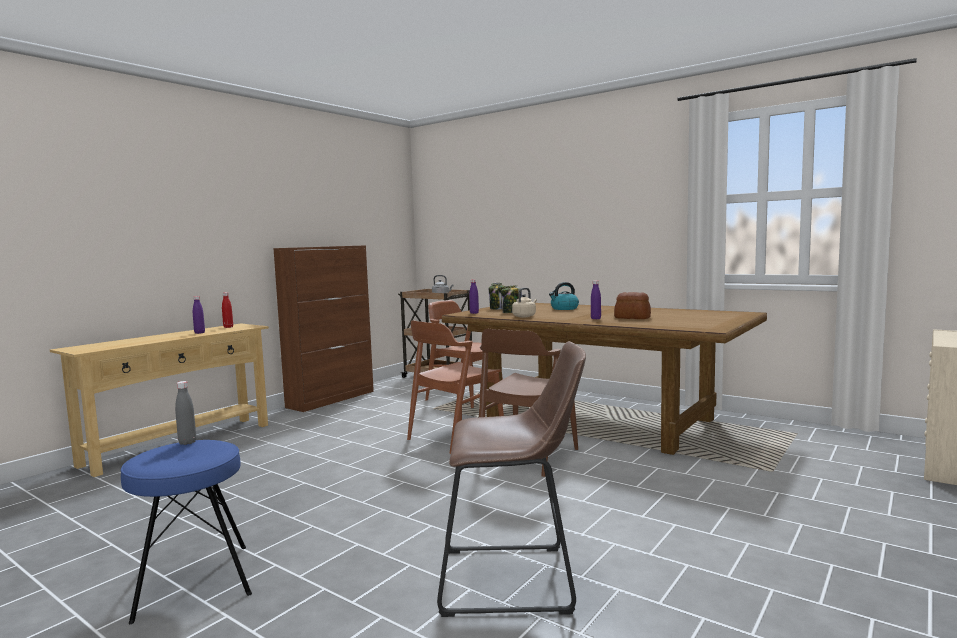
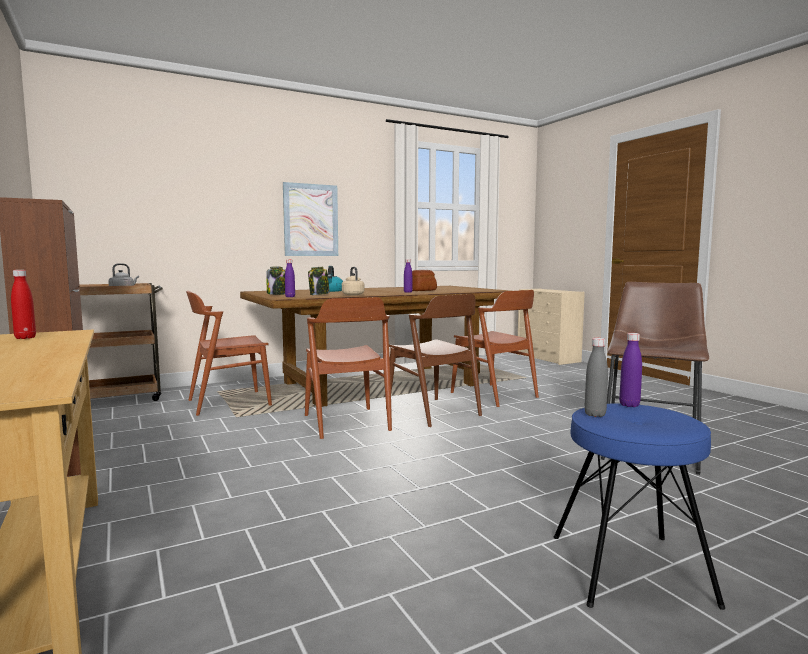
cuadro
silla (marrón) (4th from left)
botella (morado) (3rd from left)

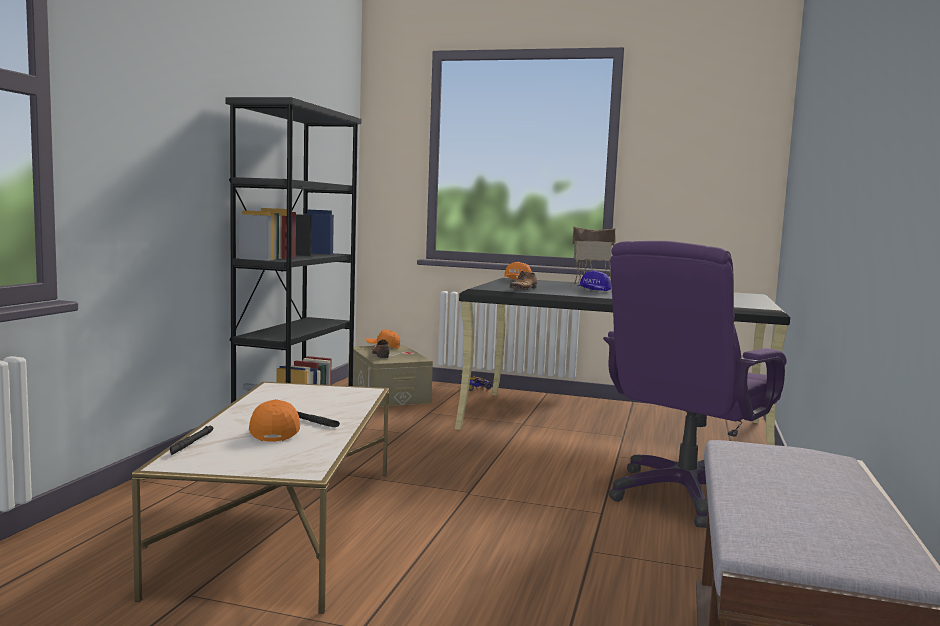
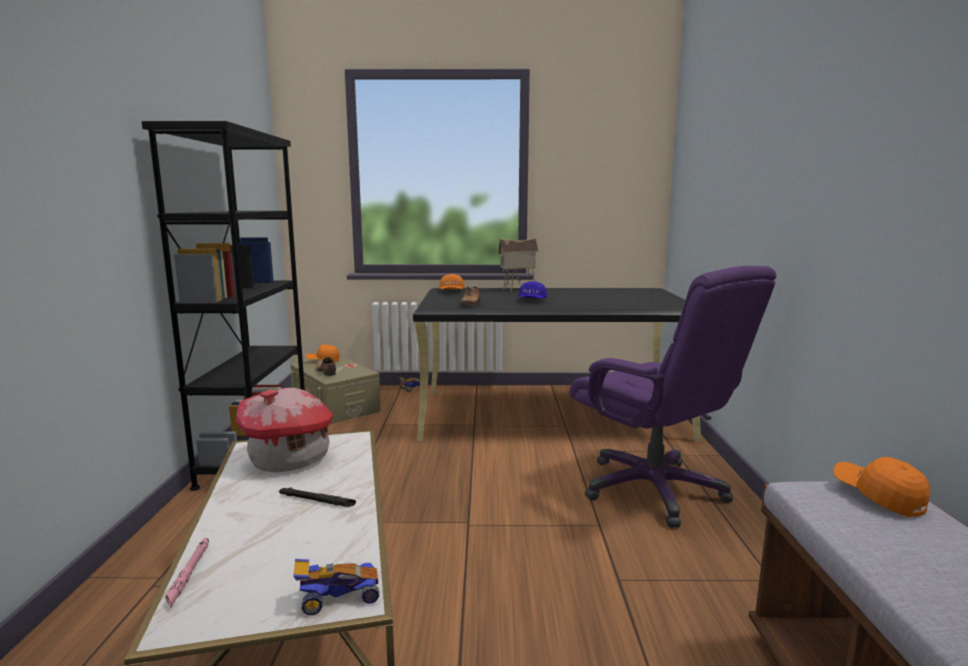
casita (1st from left)
coche de juguete (1st from left)
gorra (naranja) (3rd from left)
linterna (rosa)
silla de oficina (morado)

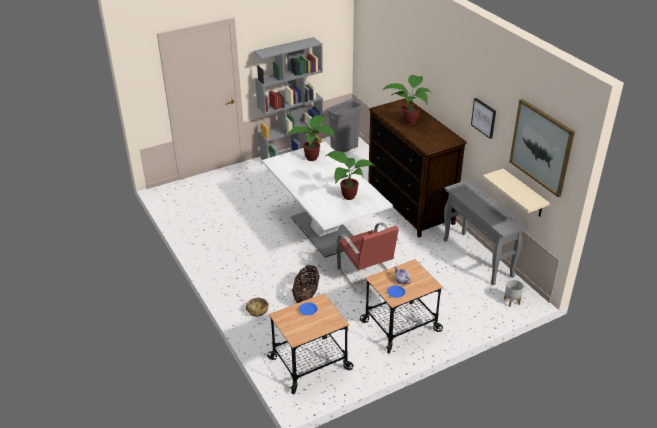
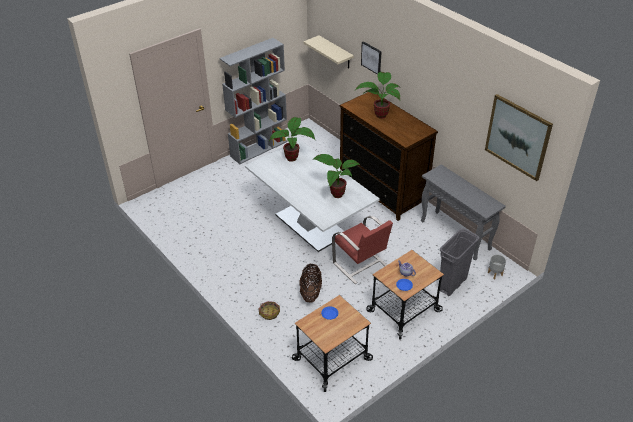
papelera (gris)
cuadro (1st from left)
estante (beis)

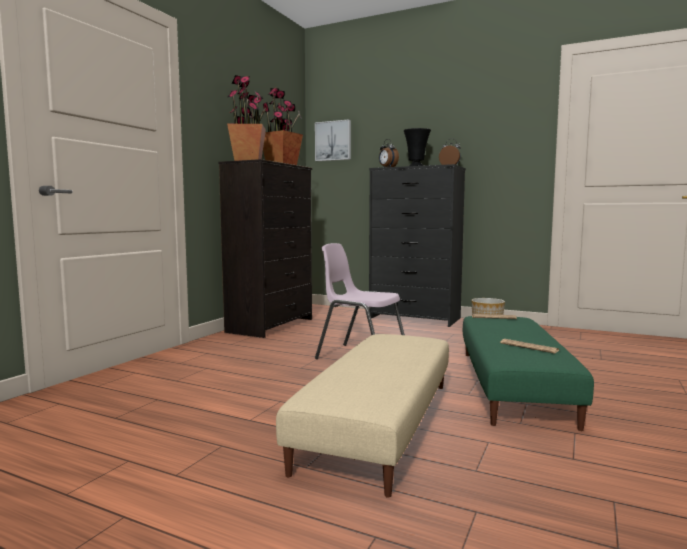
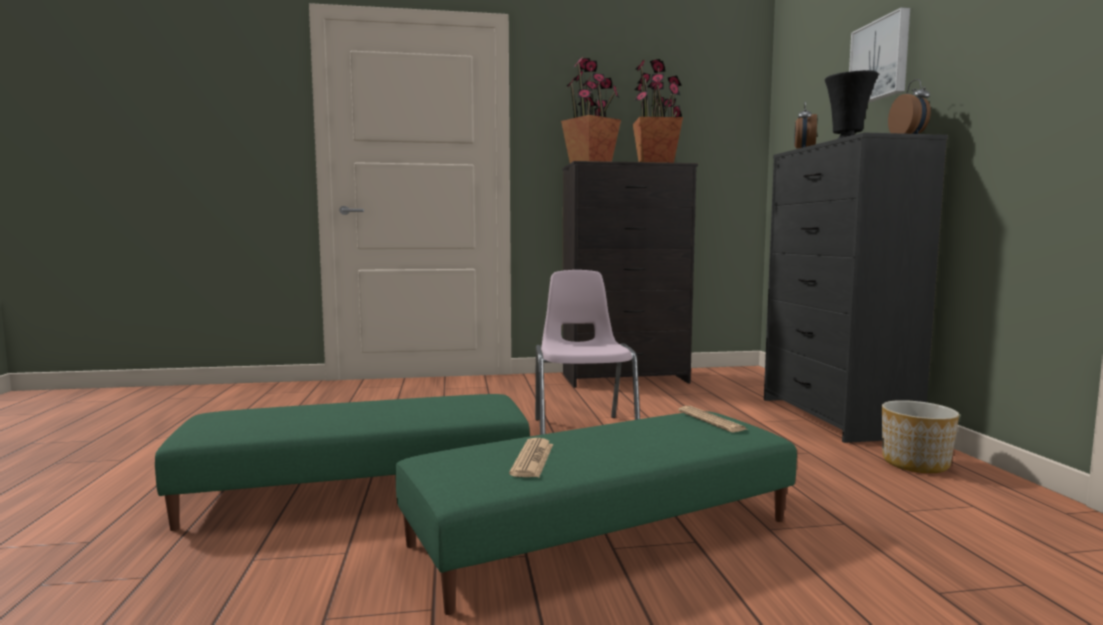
cuadro
puf (verde) (1st from left)

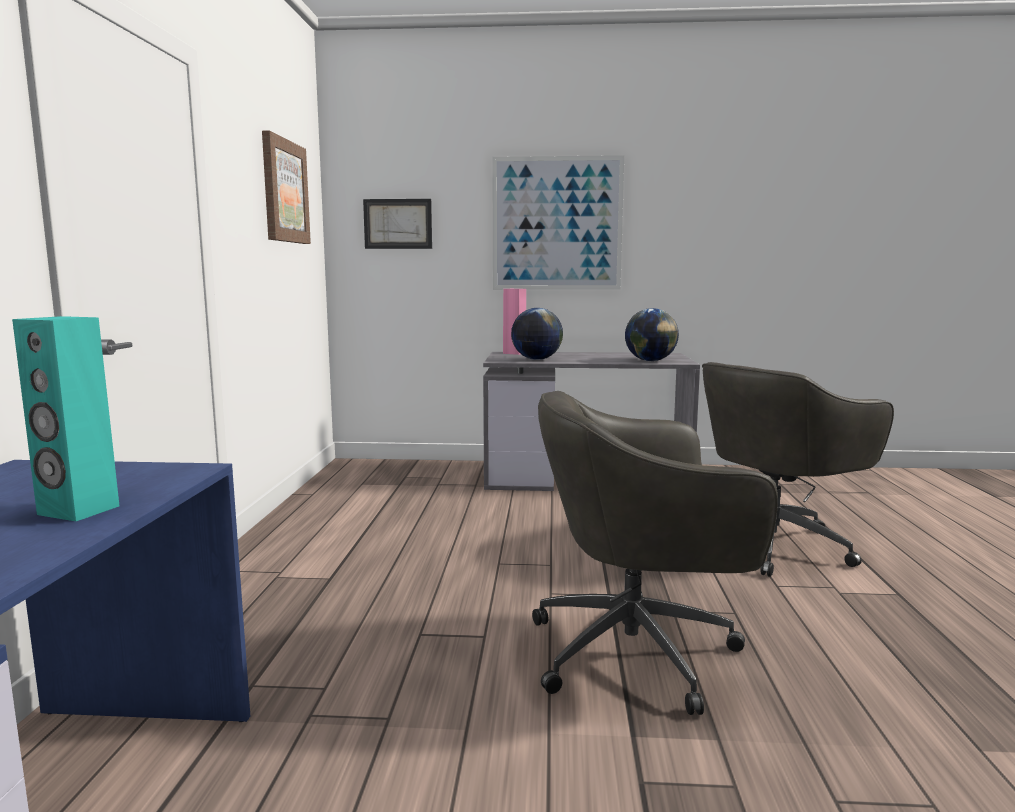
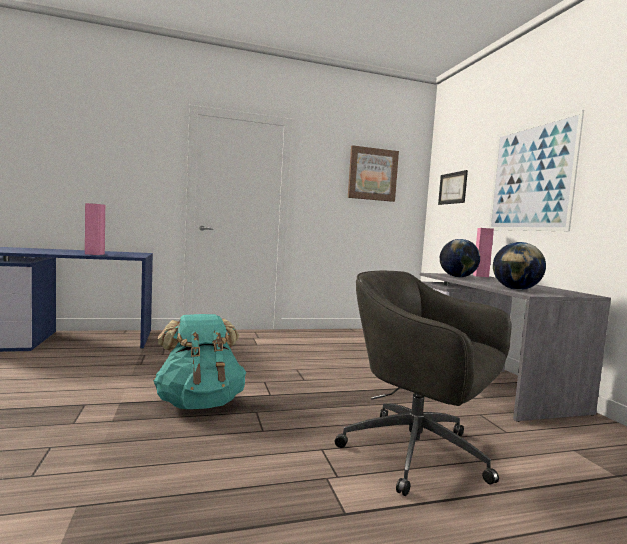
mochila (turquesa)
altavoz (rosa) (1st from left)

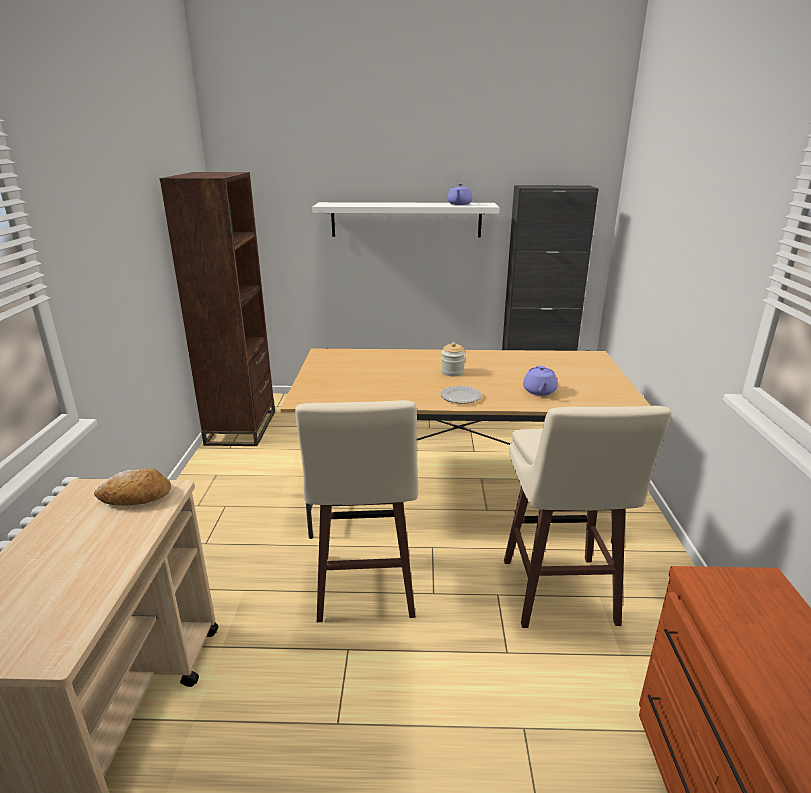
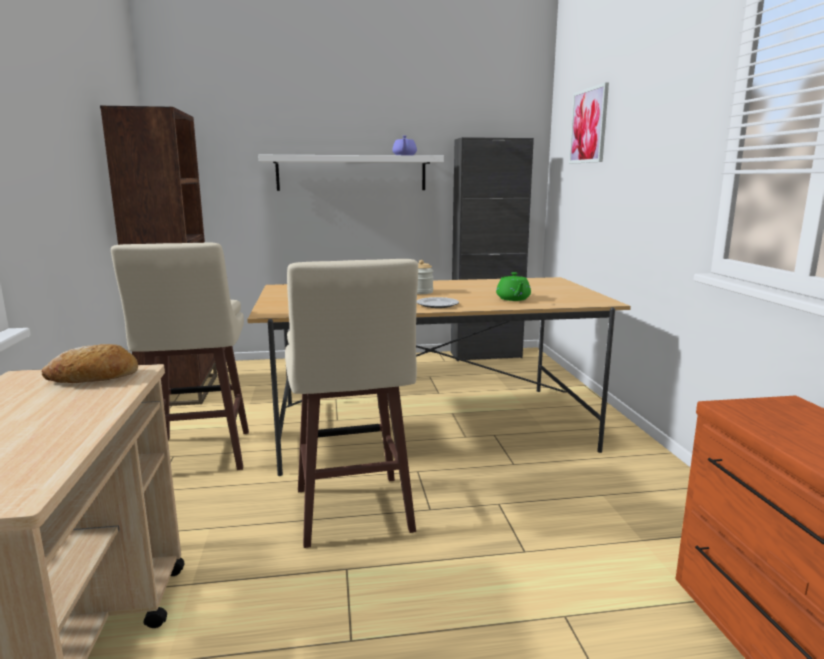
cuadro
taburete (beis) (1st from left)
tetera (verde)

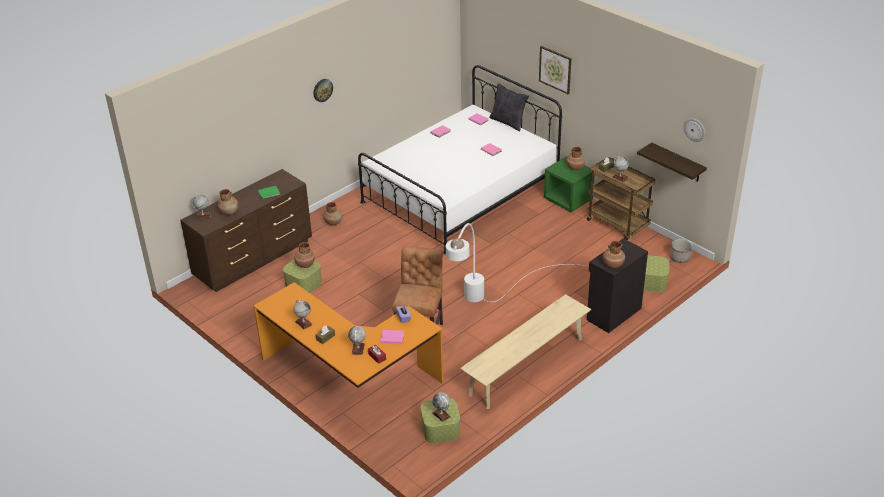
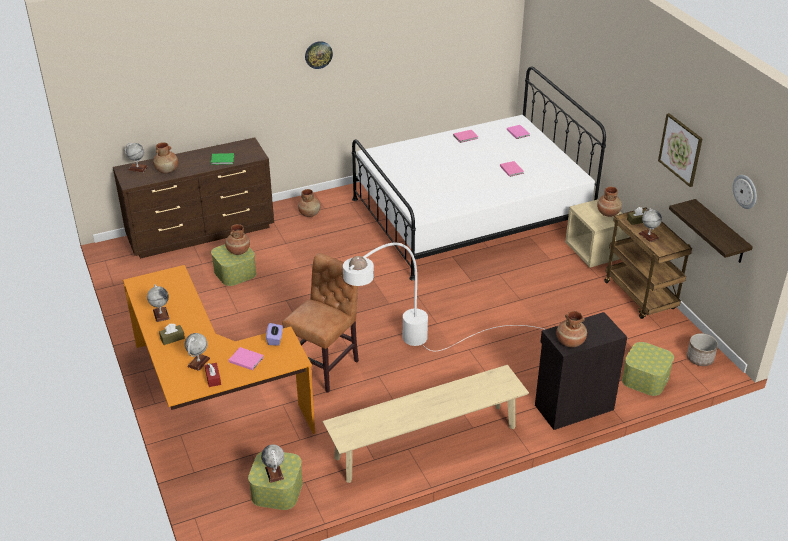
cojín (negro)
cuadro
mesita de noche (beis)

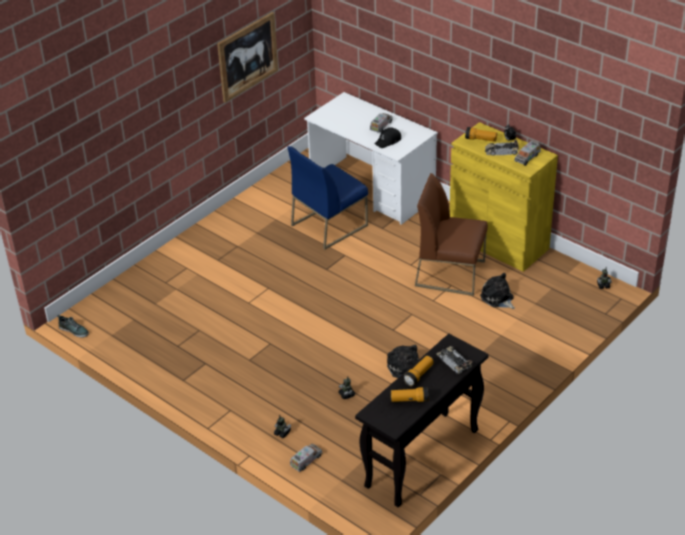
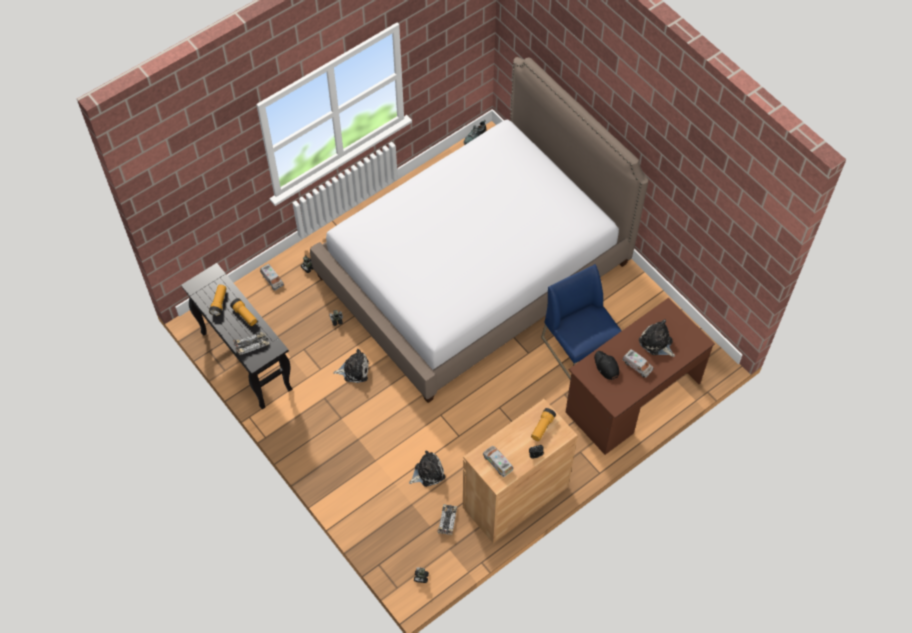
cuadro
silla (marrón)
cama
peluche (3rd from left)
coche de juguete (2nd from left)
escritorio (marrón)
armario (marrón)

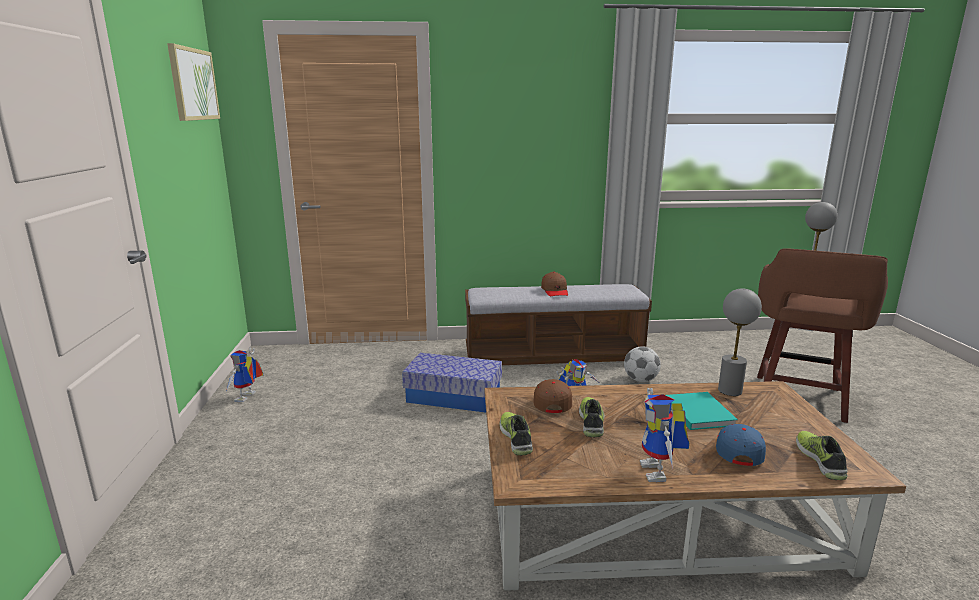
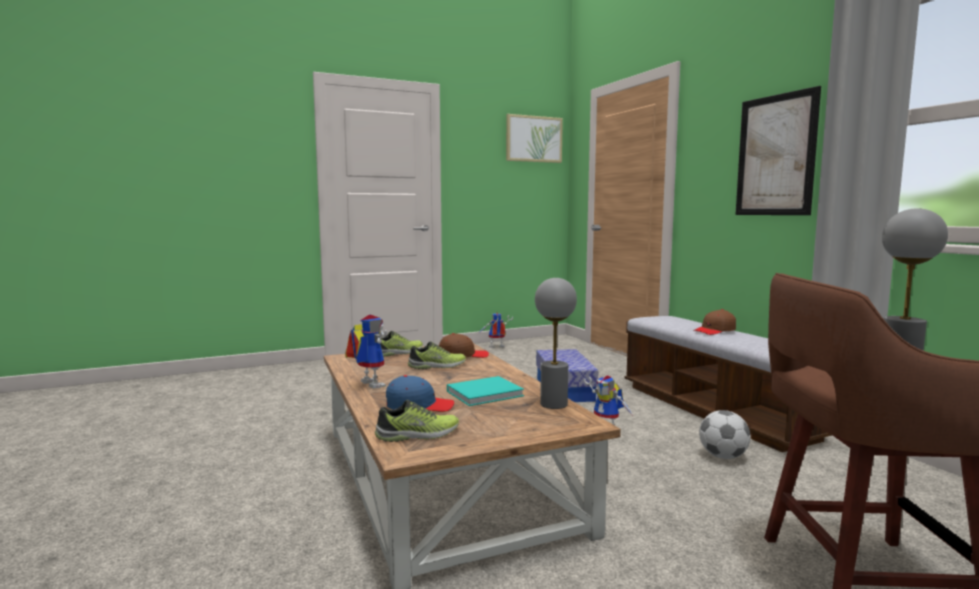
cuadro (2nd from left)
robot de juguete (1st from left)

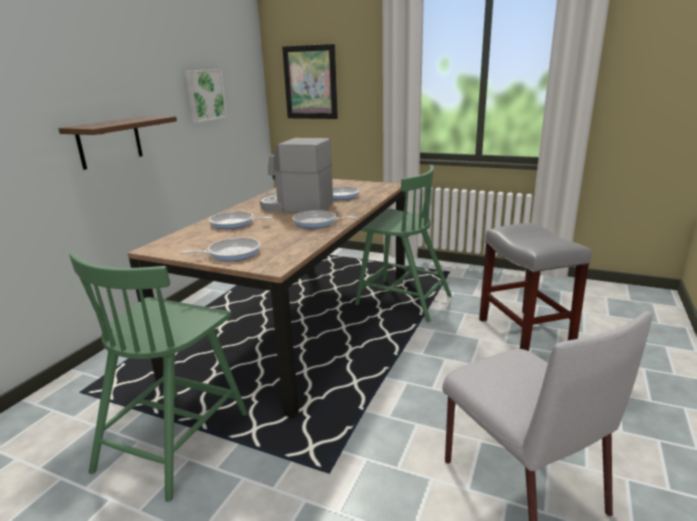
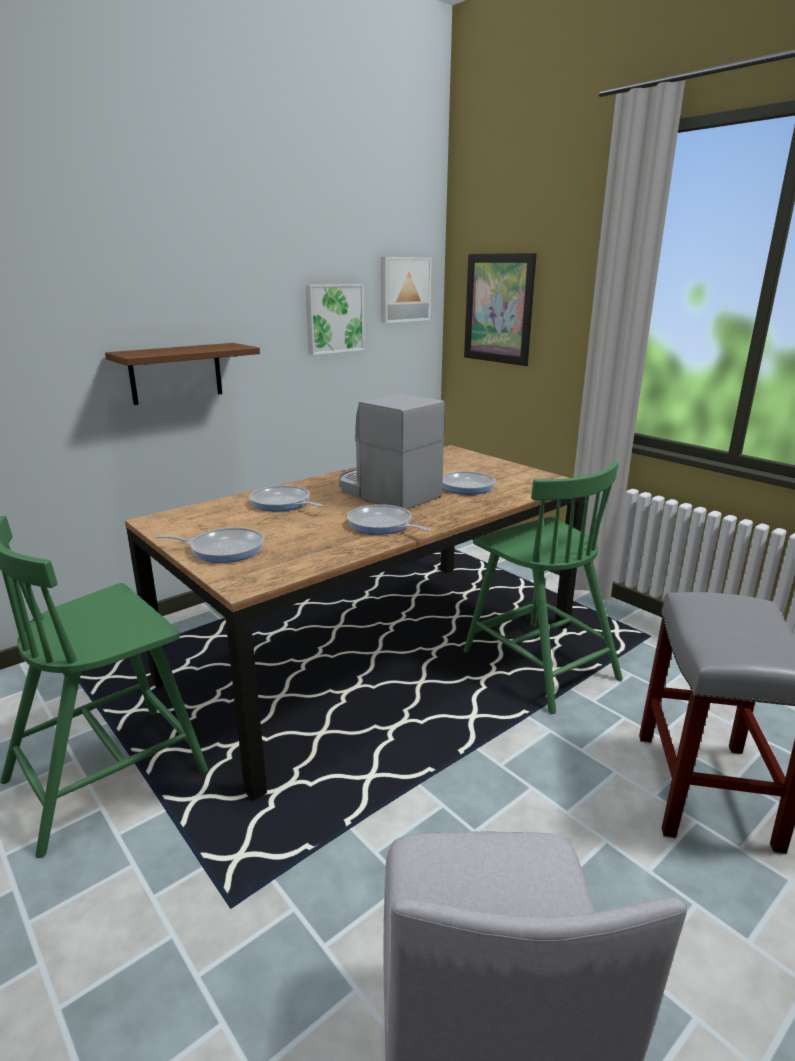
cuadro (2nd from left)

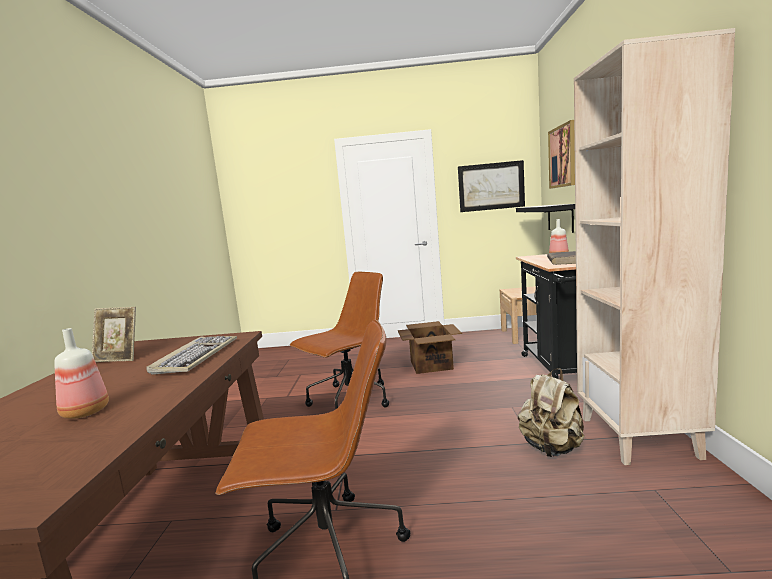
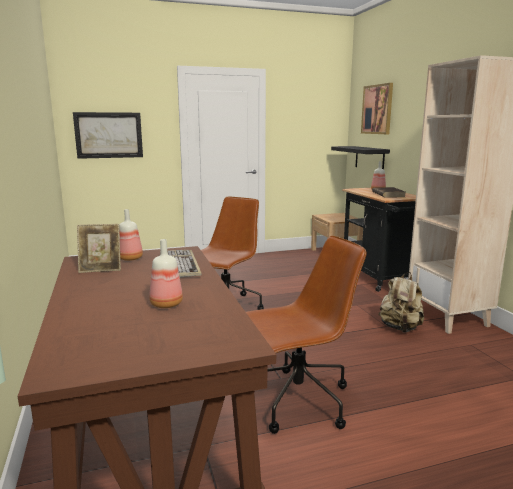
caja de cartón
botella (1st from left)
cuadro (1st from left)

